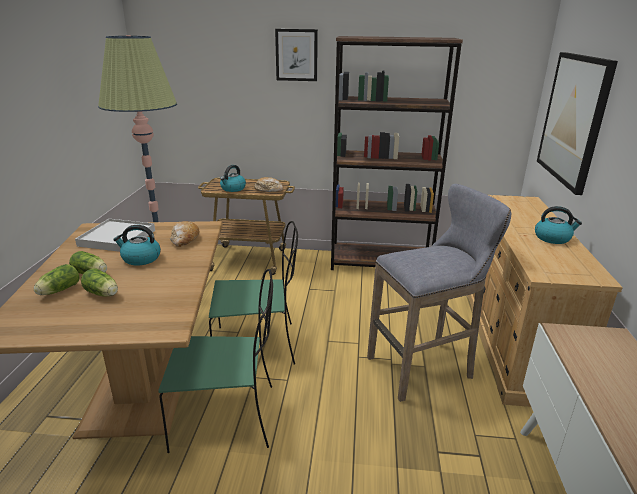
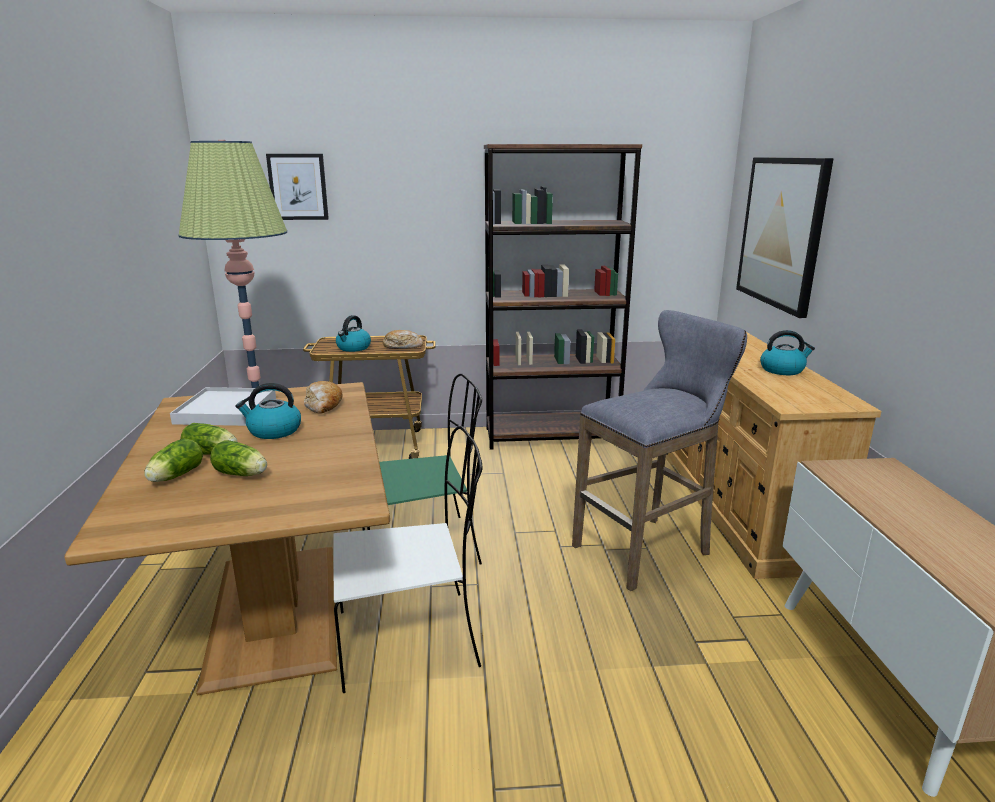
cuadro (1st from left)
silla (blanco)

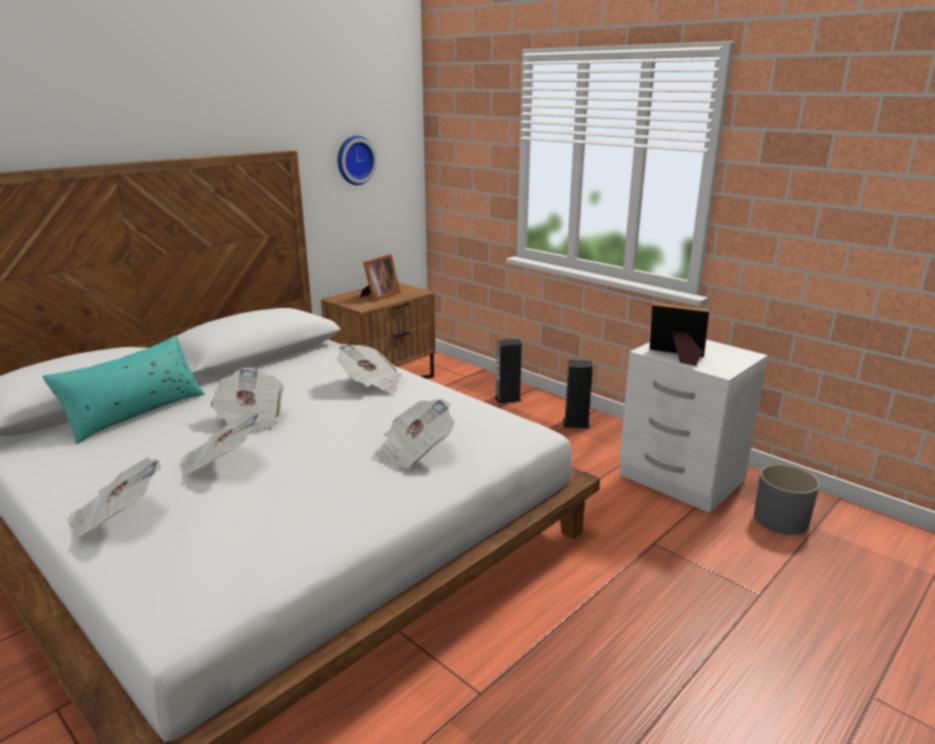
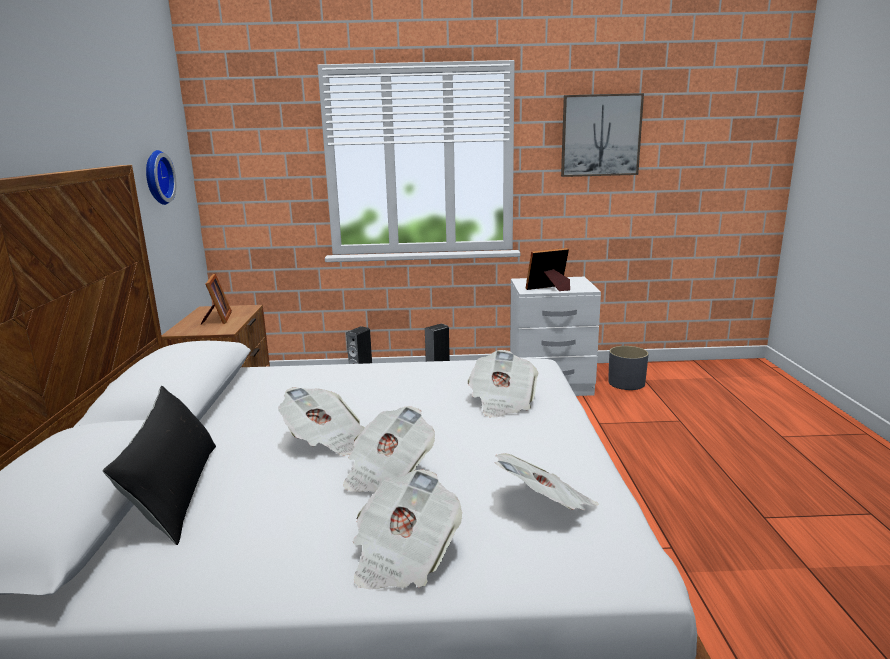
cuadro
periódico (5th from left)
cojín (negro)

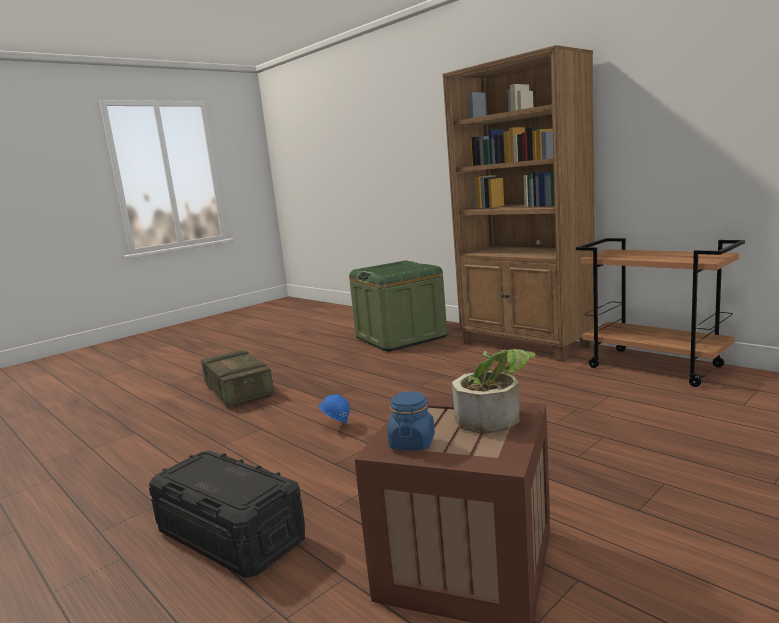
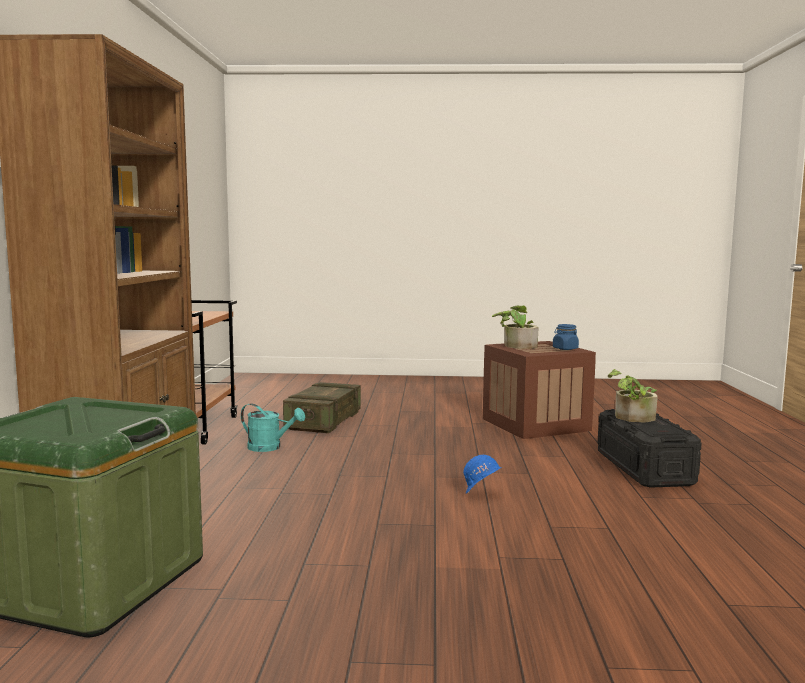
regadera (turquesa)
planta en maceta (2nd from left)
caja de embalaje (1st from left)

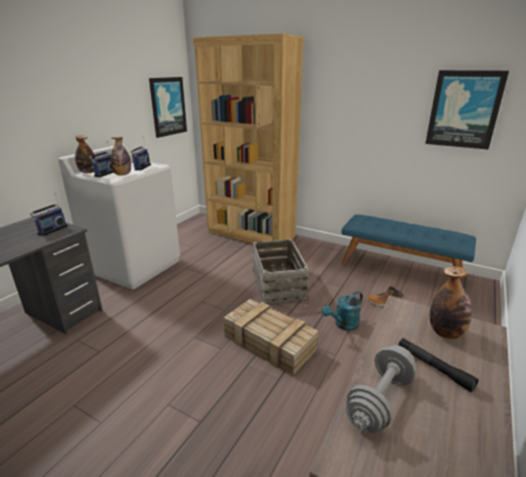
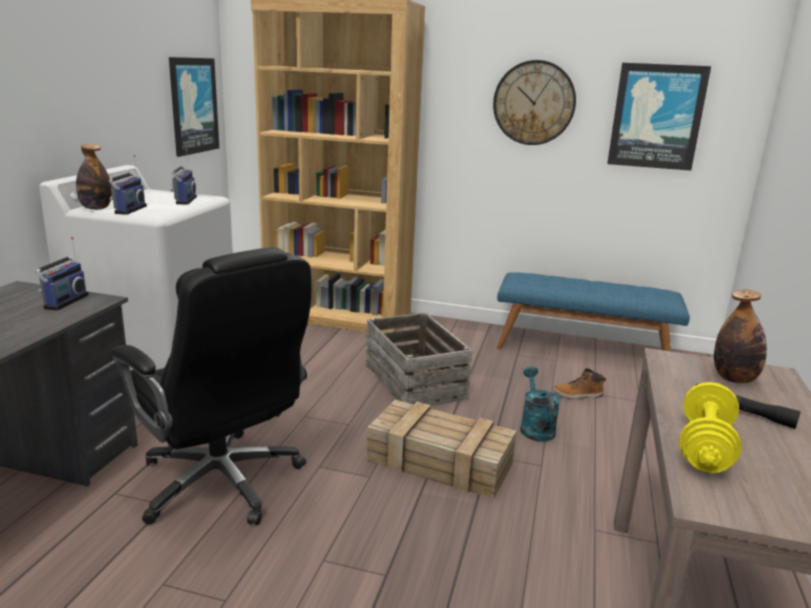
botella (2nd from left in the first image)
silla de oficina (negro)
reloj de pared
mancuerna (amarillo)
regadera (turquesa)

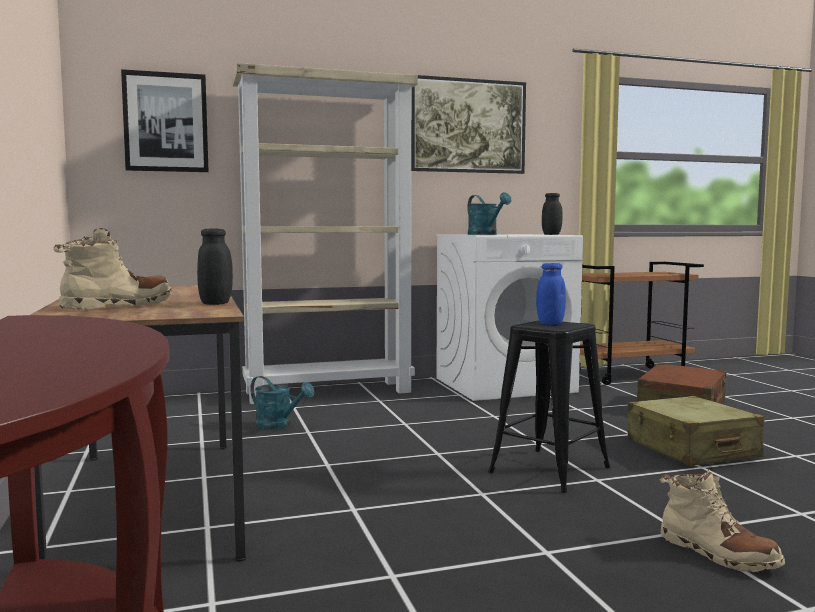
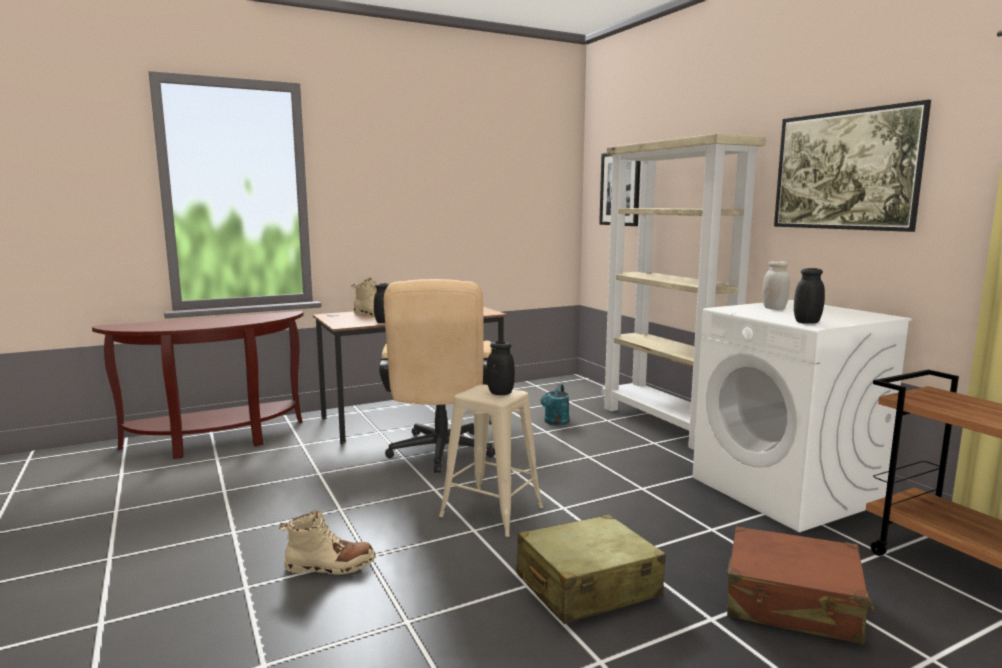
silla de oficina (beis)
tarro (blanco)
taburete (beis)
tarro (negro) (2nd from left)
bota (beis) (1st from left)

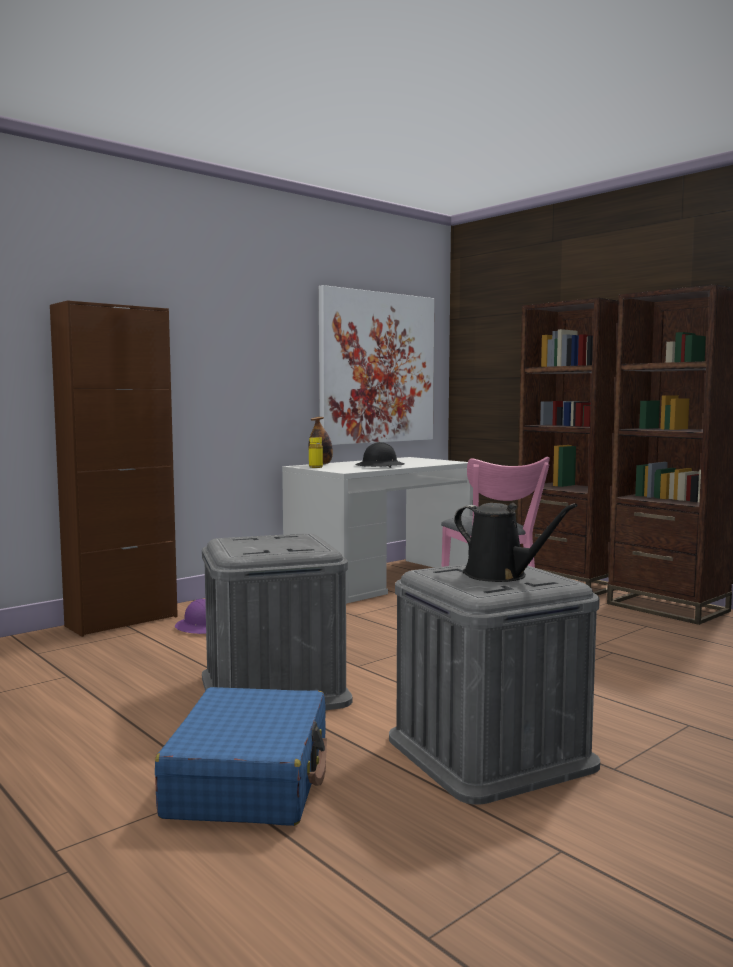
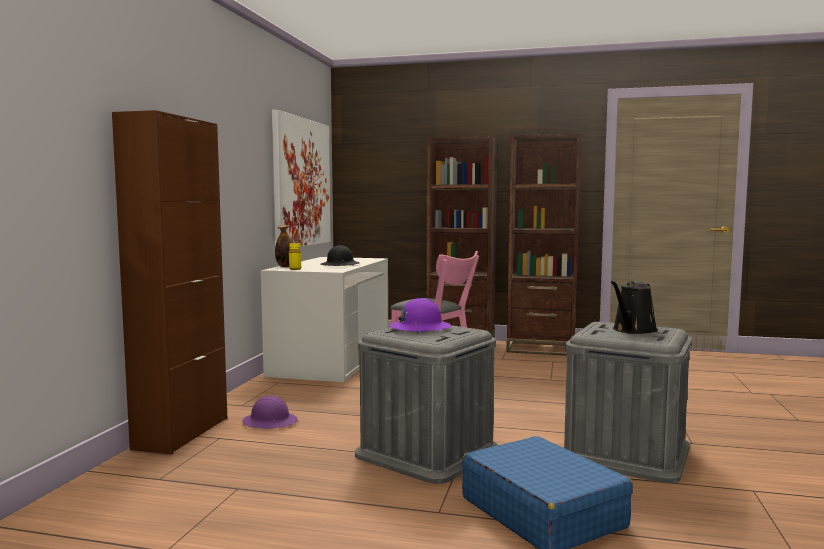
casco (morado) (2nd from left)
regadera (negro)

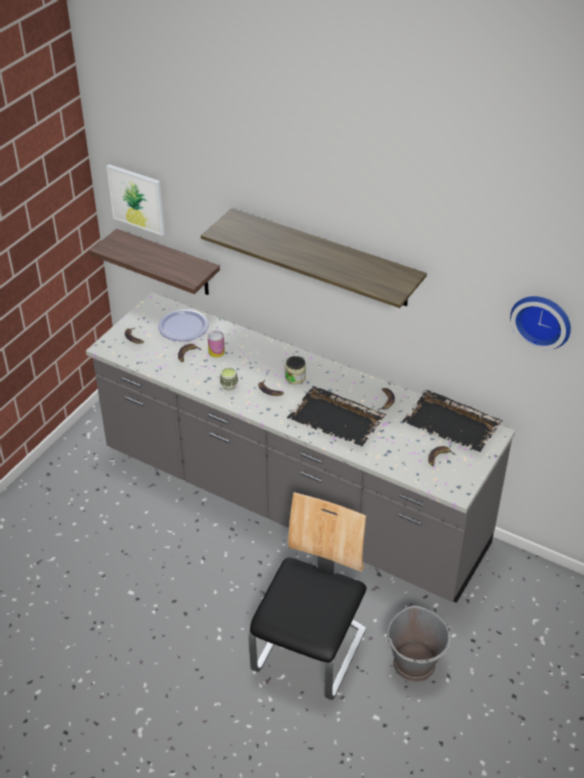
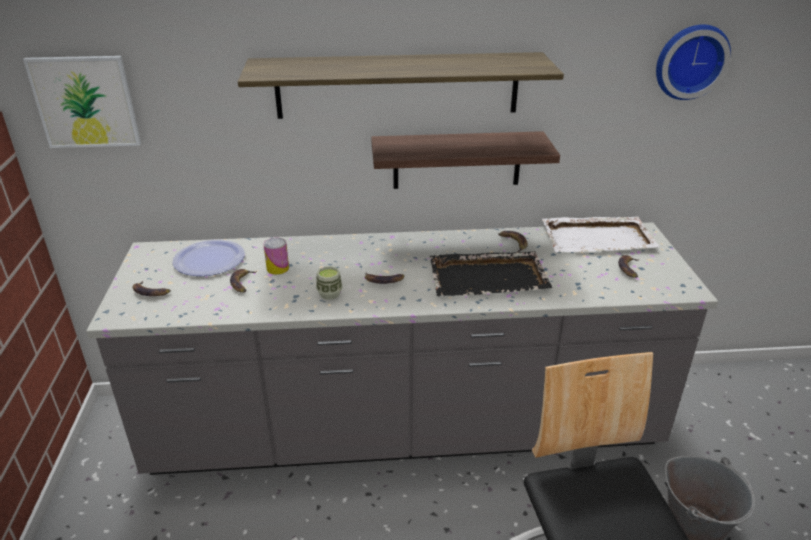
tarro
estante (2nd from left)
bandeja (blanco)

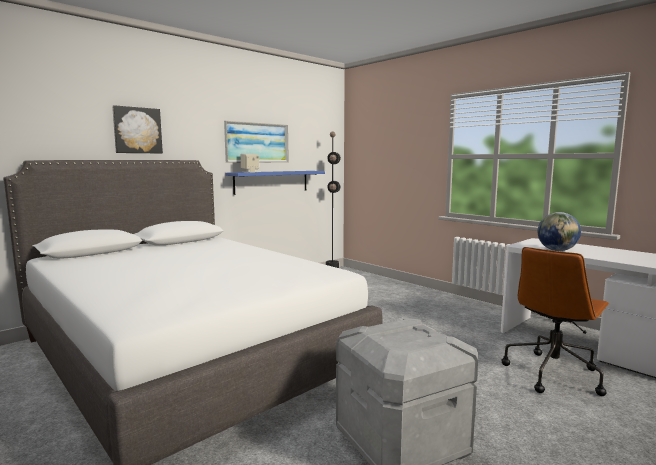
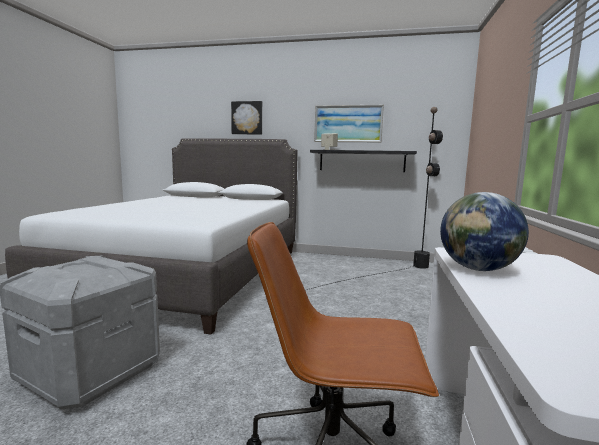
estante (negro)

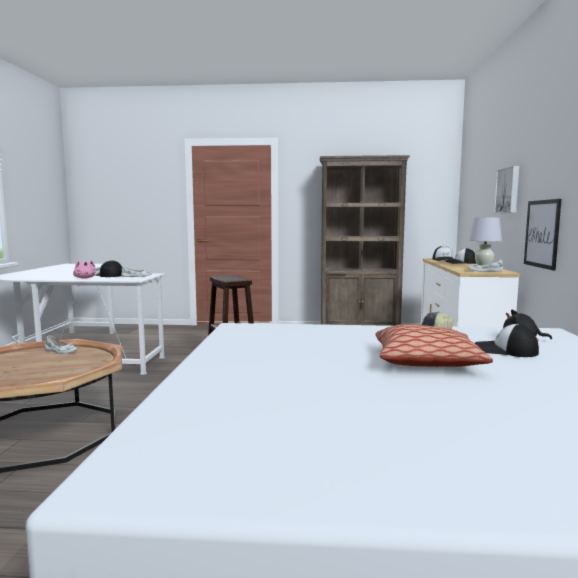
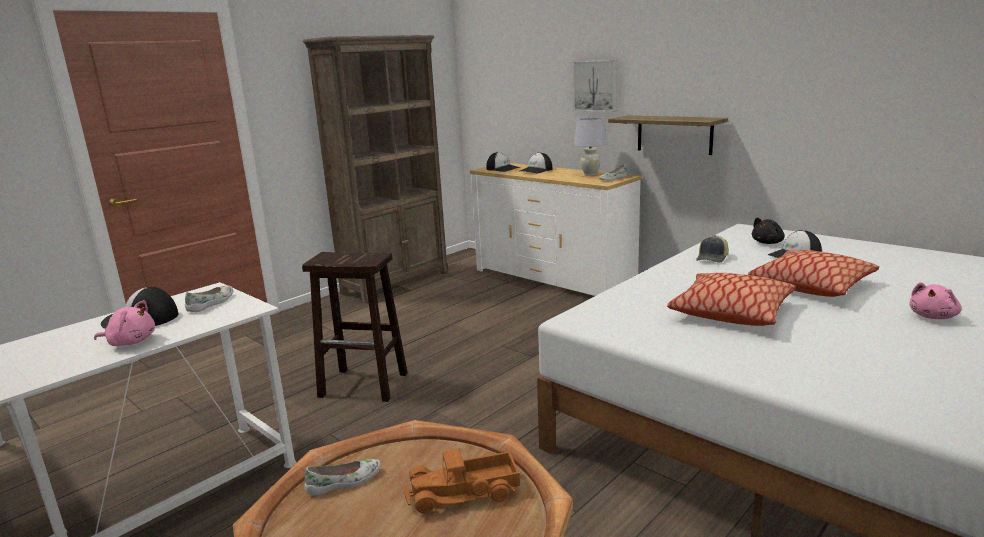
camión de juguete
cojín (1st from left)
peluche (rosa) (2nd from left)
estante

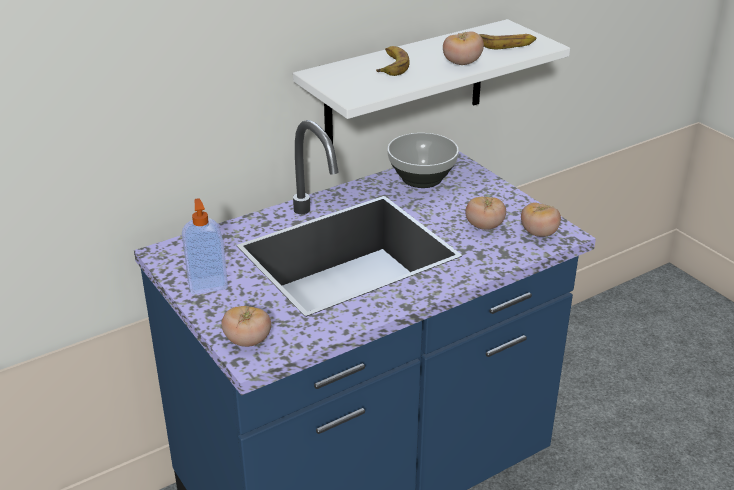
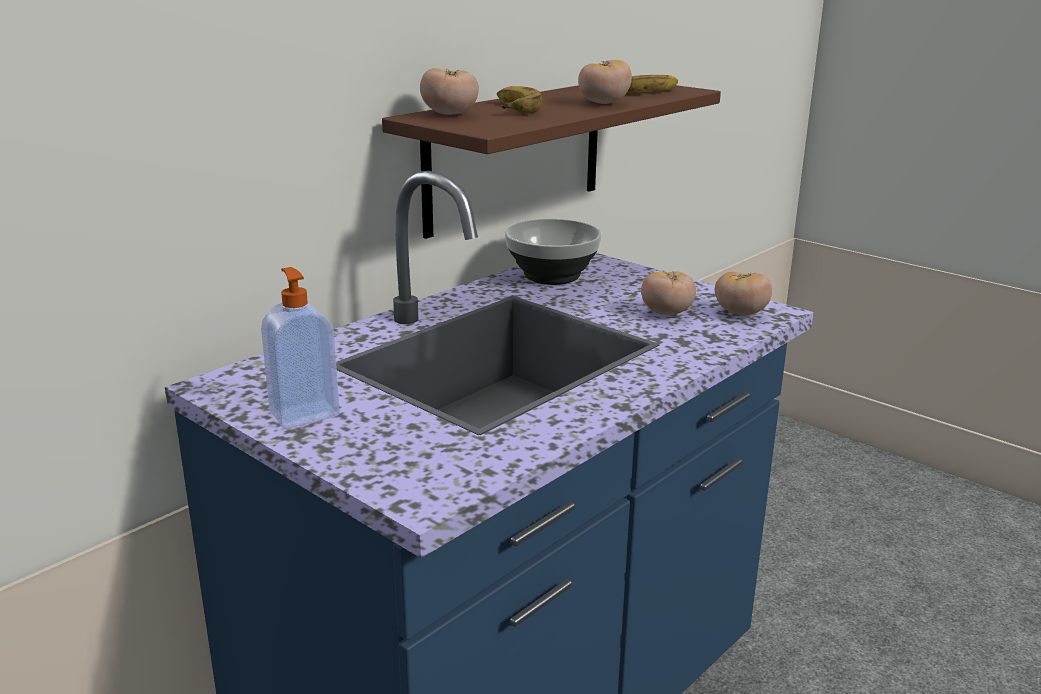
tomate (1st from left)
estante (marrón)

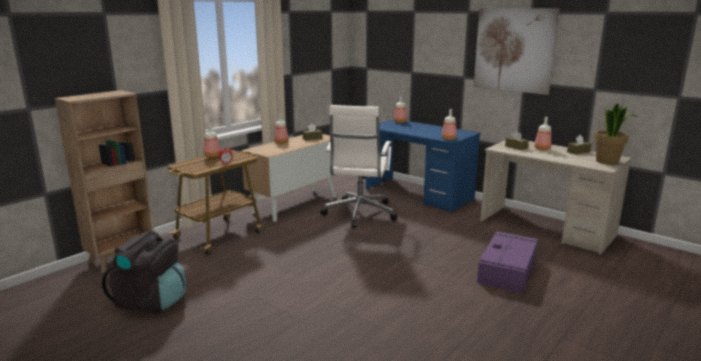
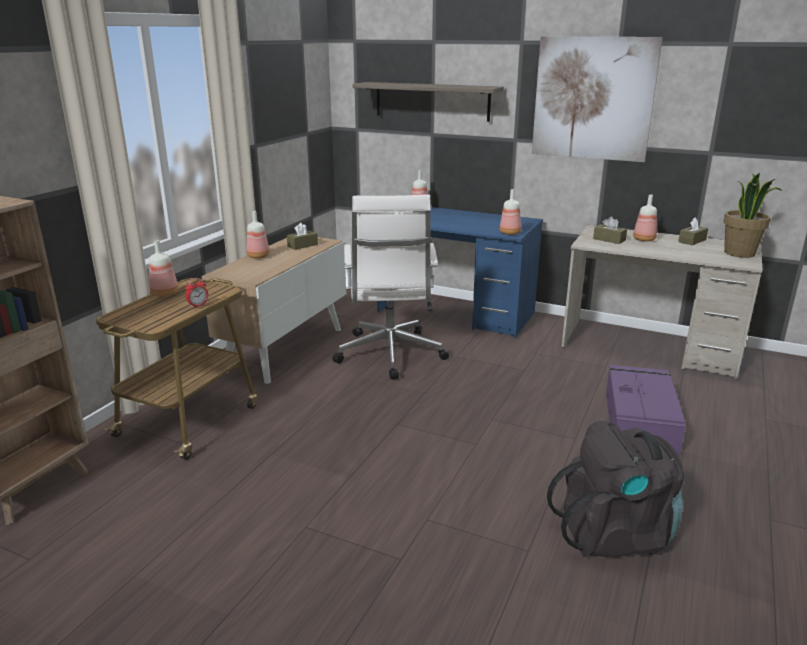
estante
mochila (negro)

